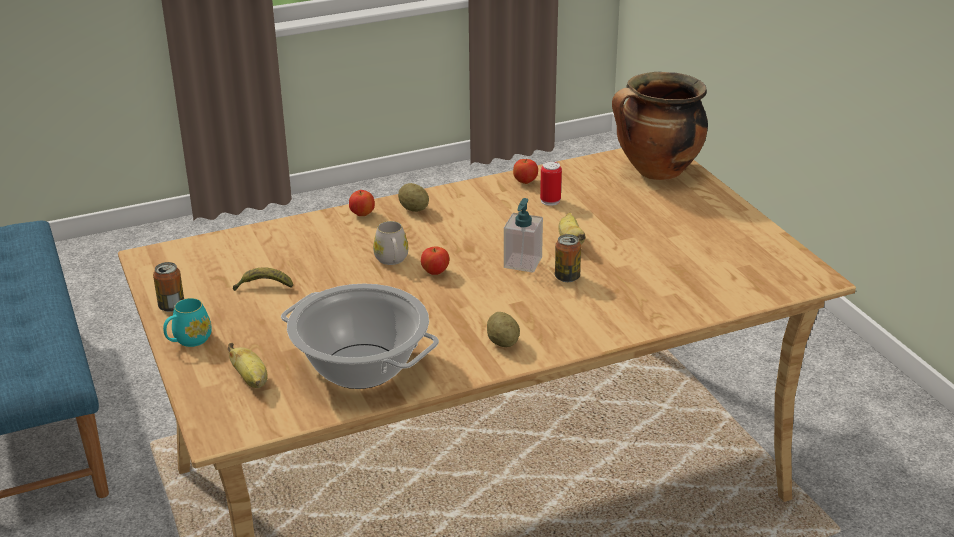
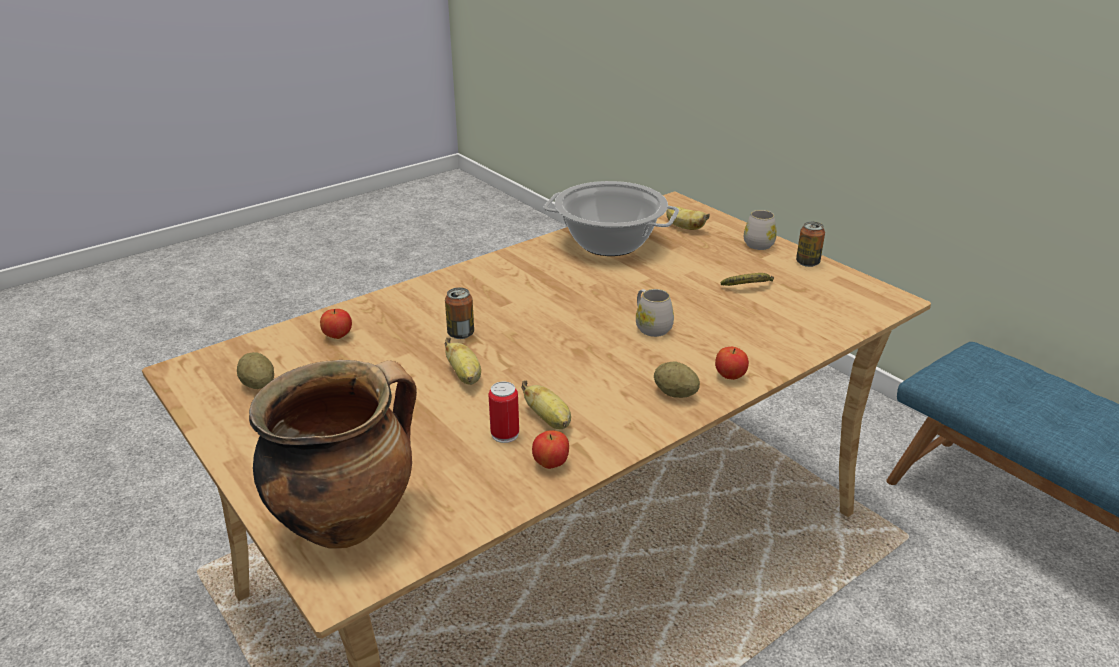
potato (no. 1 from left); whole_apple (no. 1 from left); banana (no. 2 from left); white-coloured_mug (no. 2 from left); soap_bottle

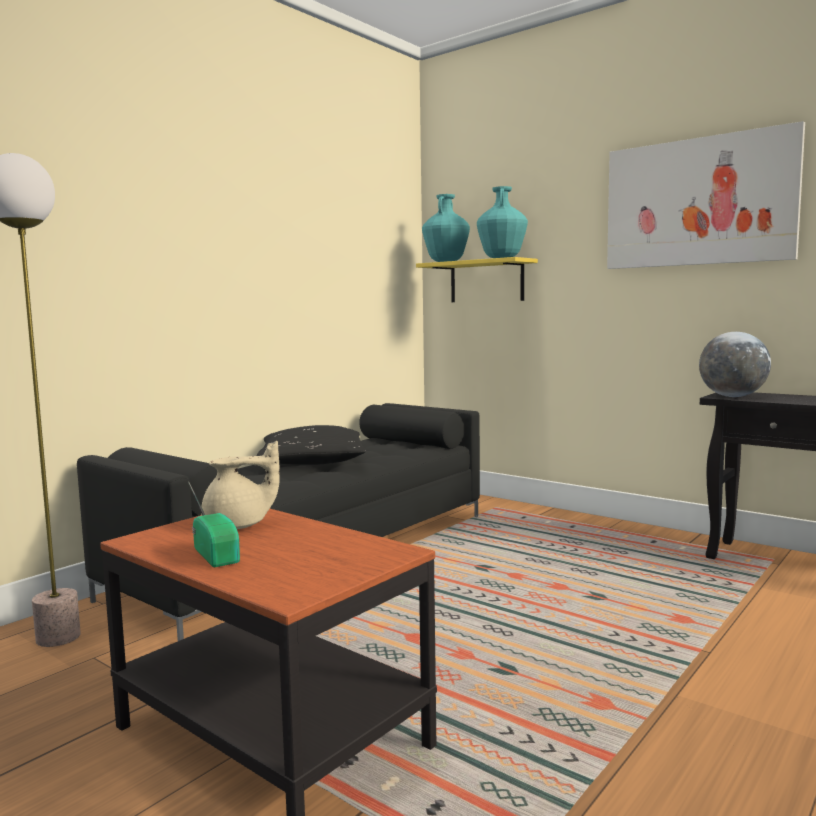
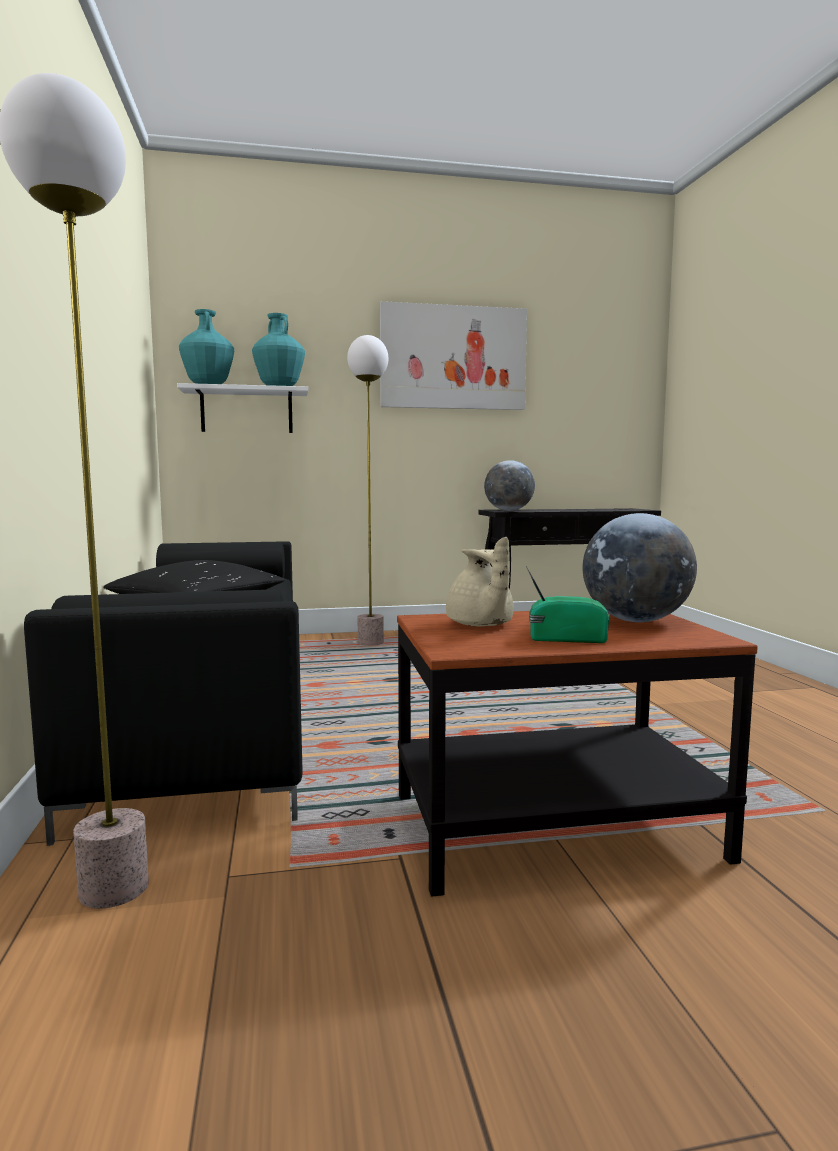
white-coloured_bracket_shelf; standing_lamp (no. 2 from left); beige-coloured_teapot; world_globe (no. 2 from left)

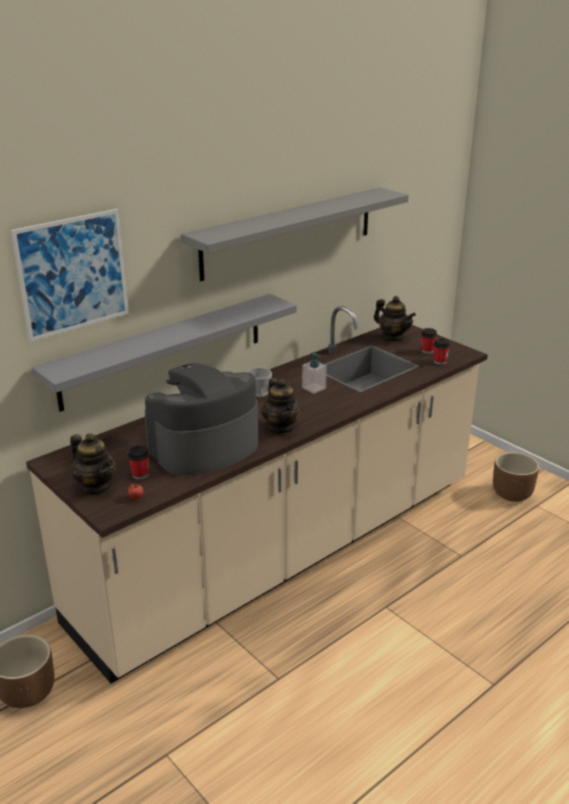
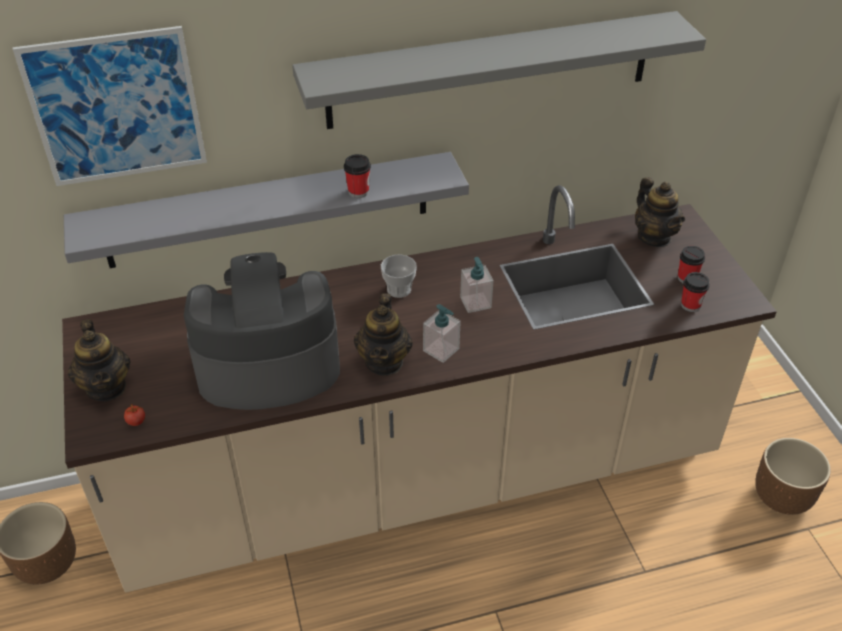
drinking_cup (no. 1 from left); soap_bottle (no. 1 from left)

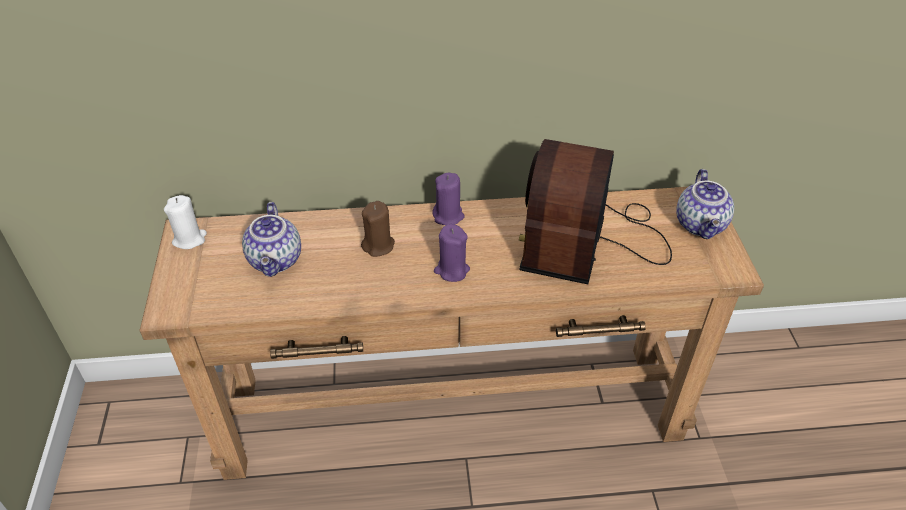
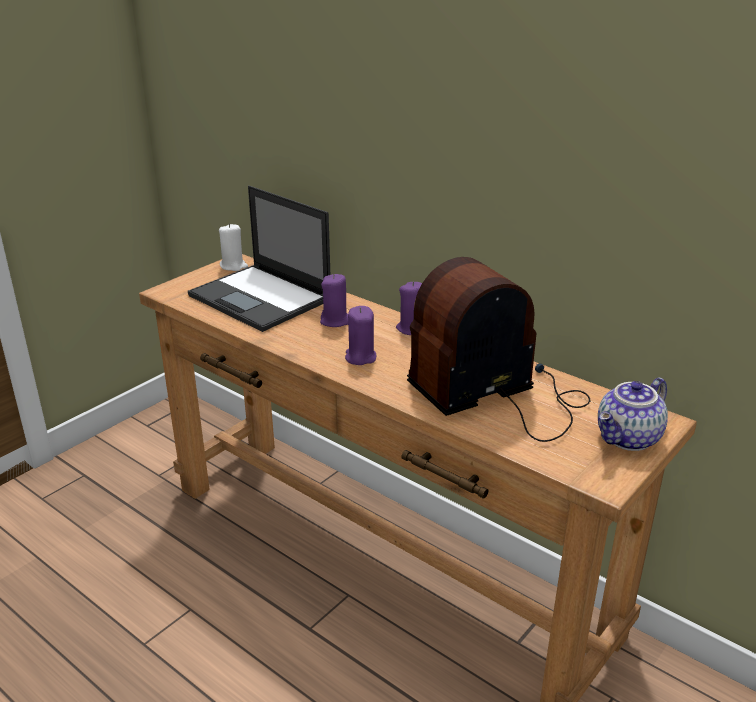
laptop; purple_candle (no. 1 from left)

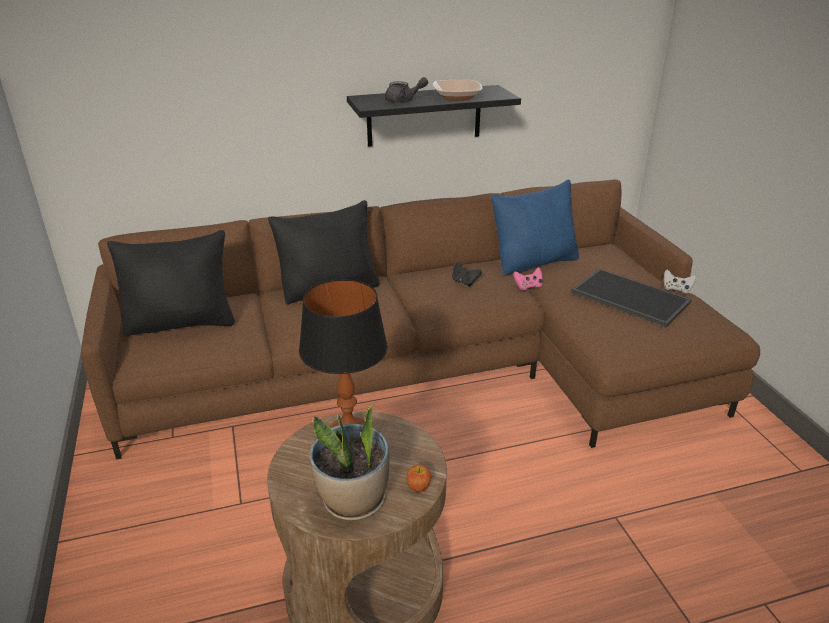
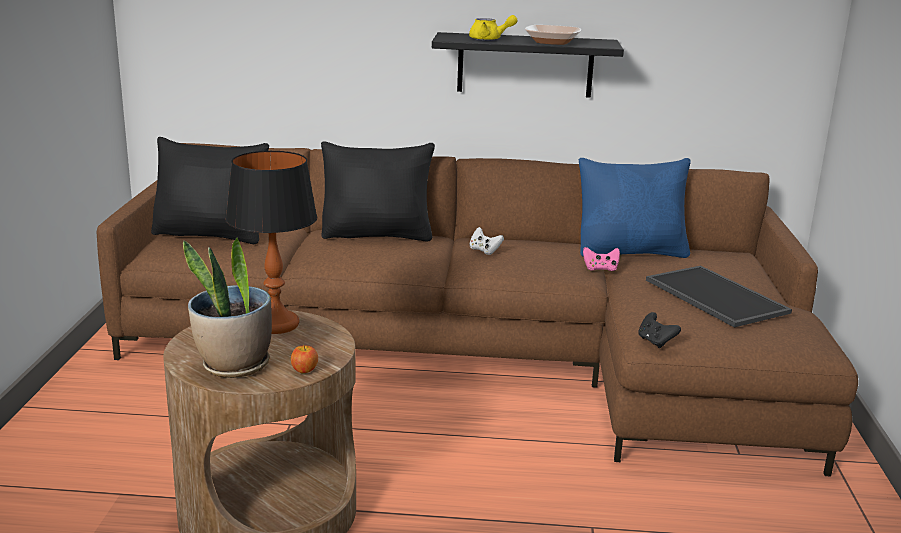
yellowish_teapot; white-coloured_game_controller; blackish_game_controller

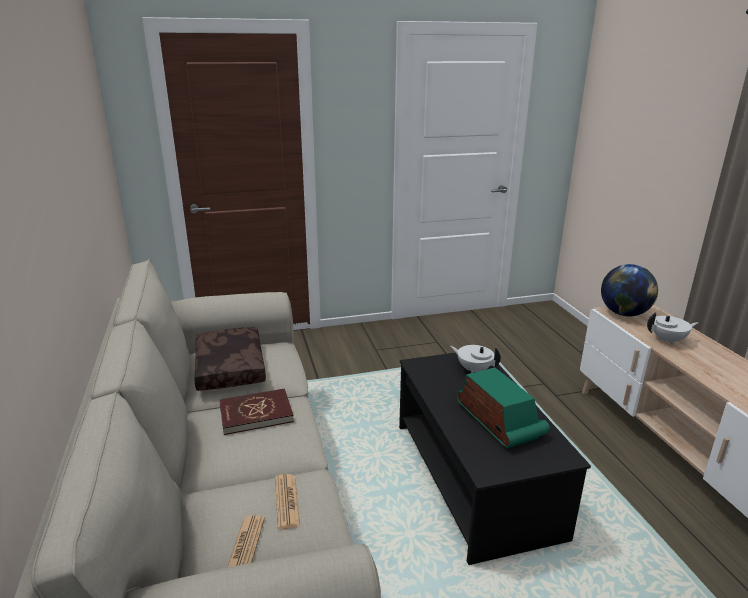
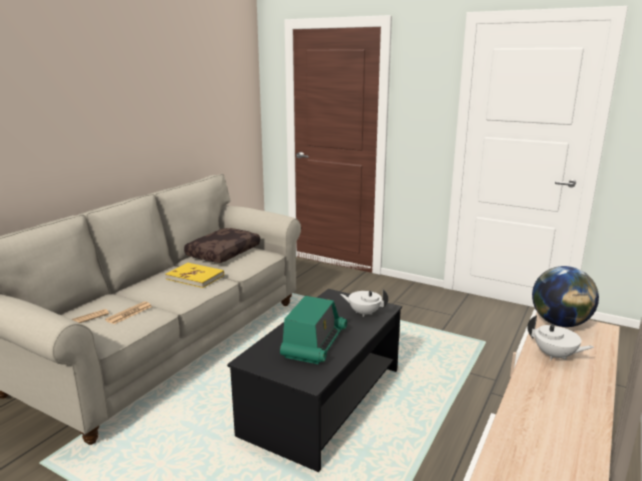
yellowish_book; white-coloured_teapot (no. 1 from left)

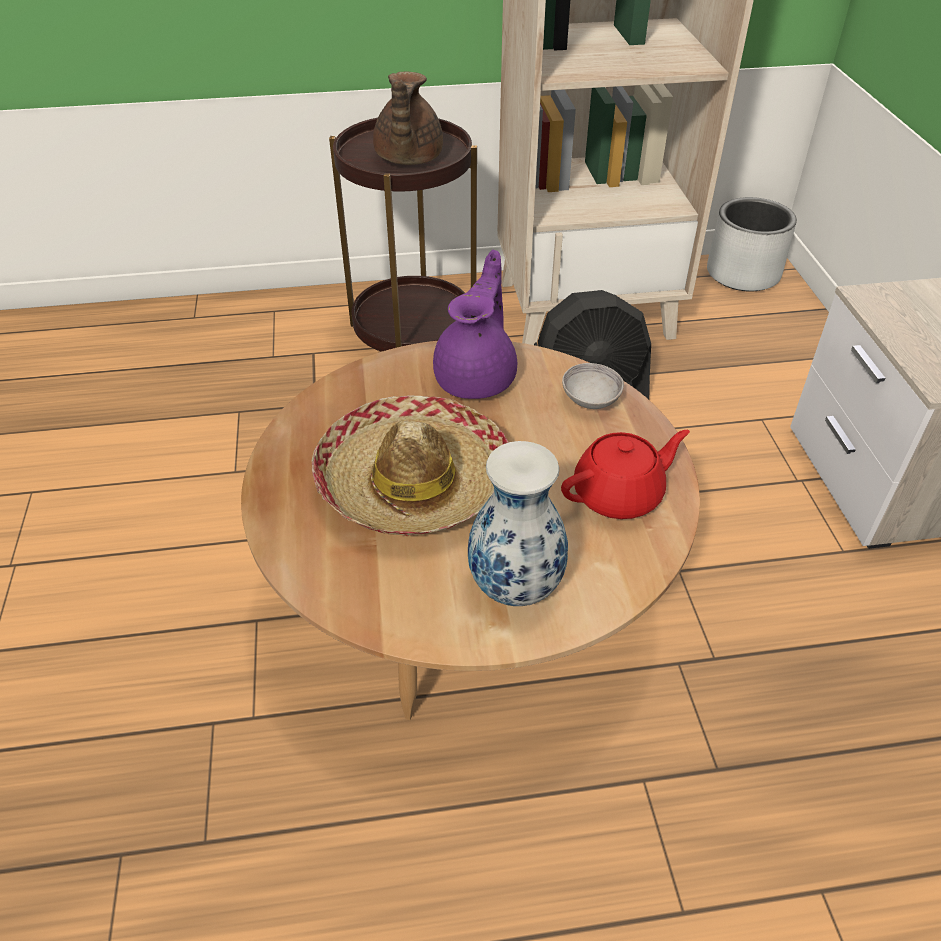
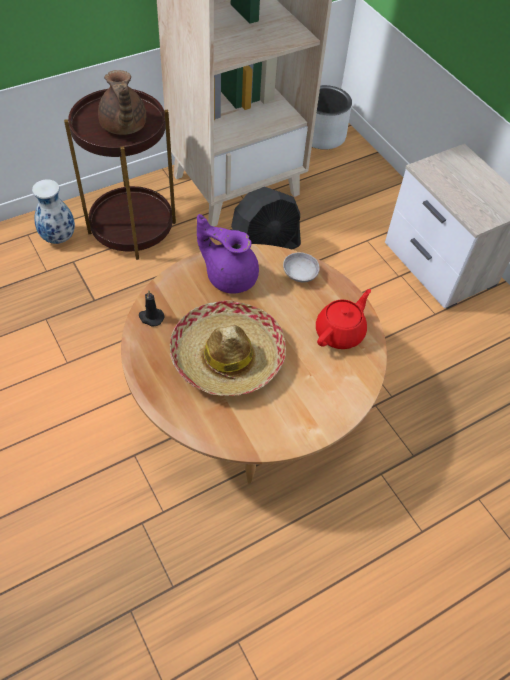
flower_vase; blackish_candle; purple_teapot

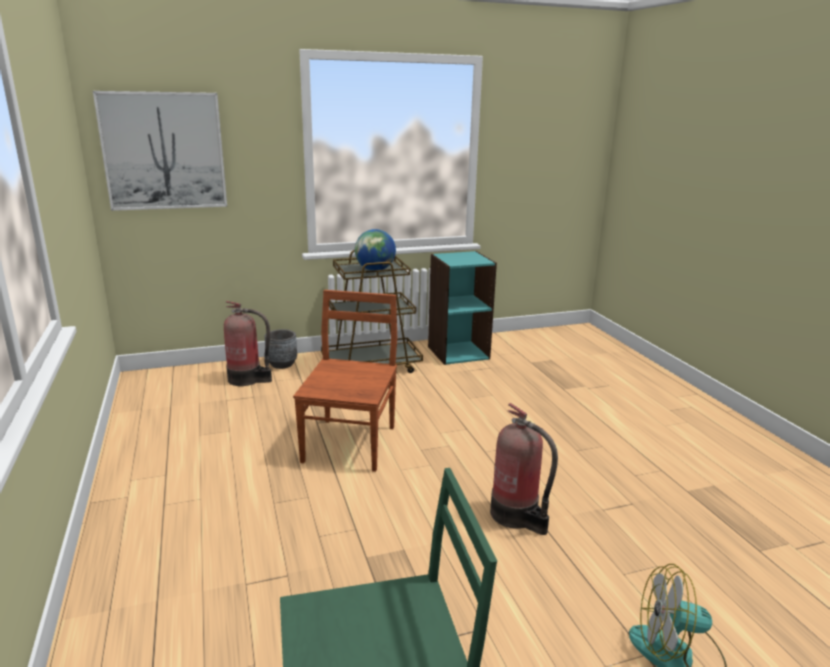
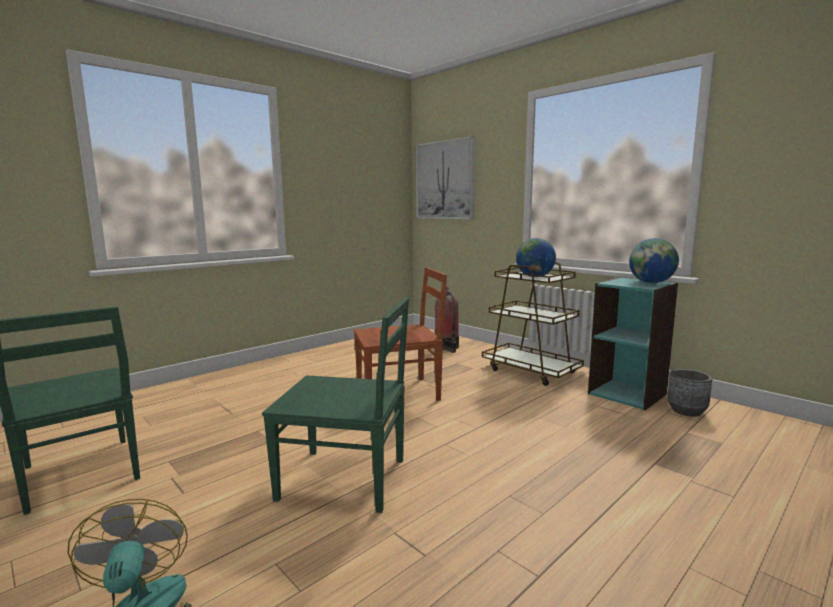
green-coloured_plain_chair (no. 2 from left); world_globe (no. 2 from left); gray_flower_pot

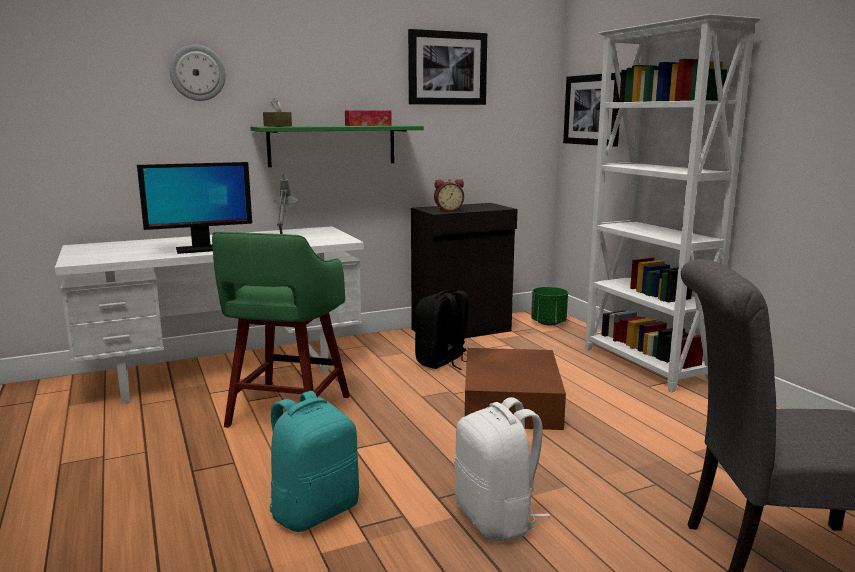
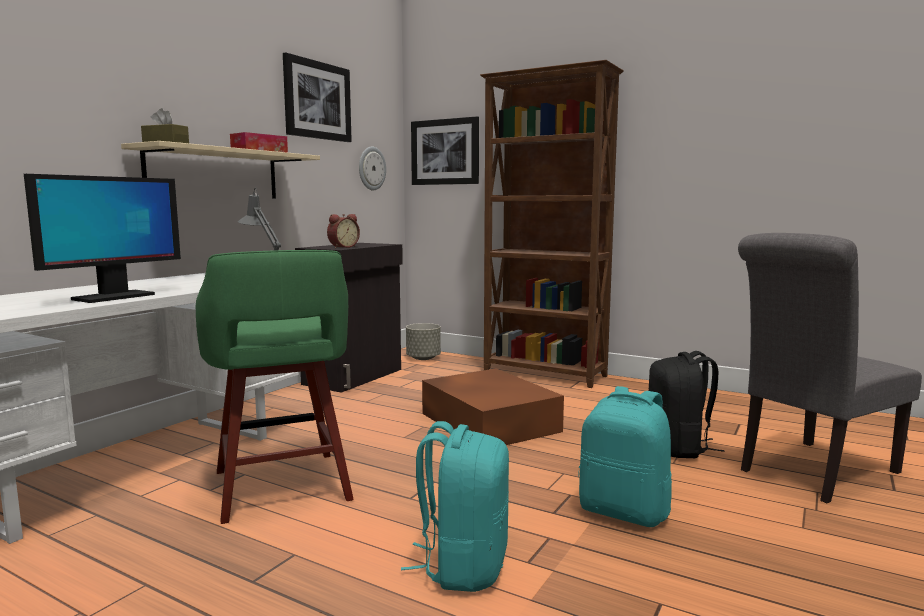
beige-coloured_bracket_shelf; wall_clock; gray_flower_pot; brownish_bookshelf; turquoise-coloured_rucksack (no. 2 from left); blackish_rucksack

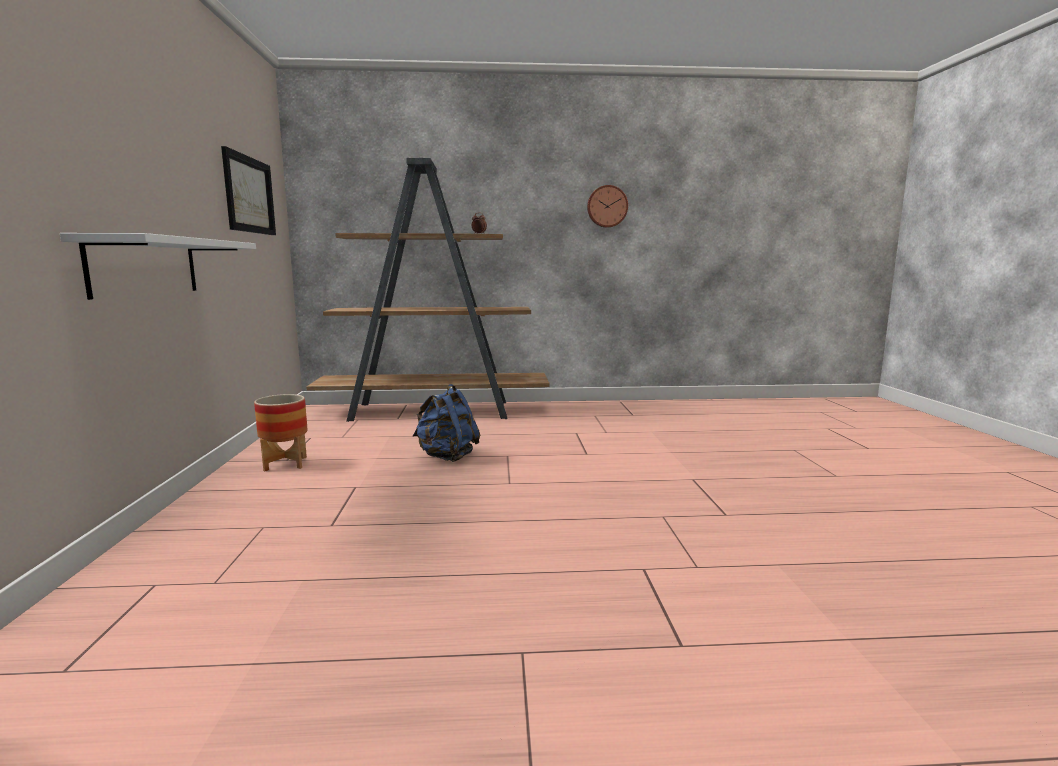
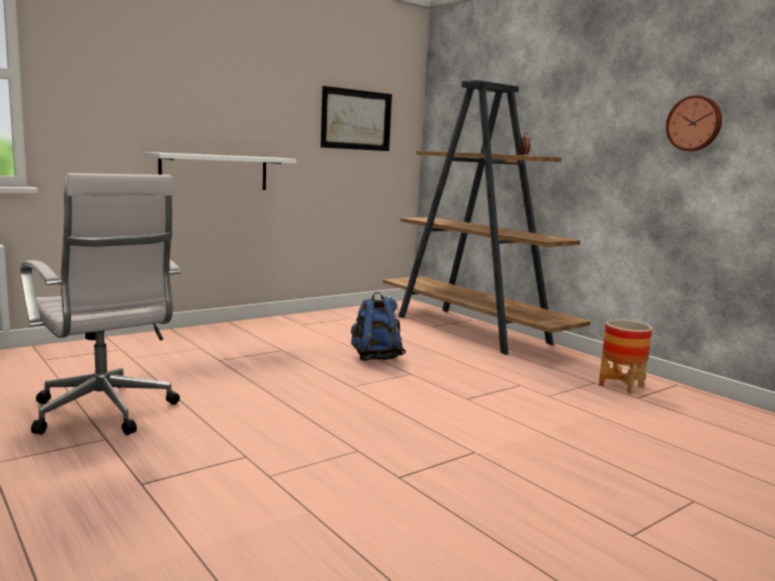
white-coloured_desk_chair; flower_pot

